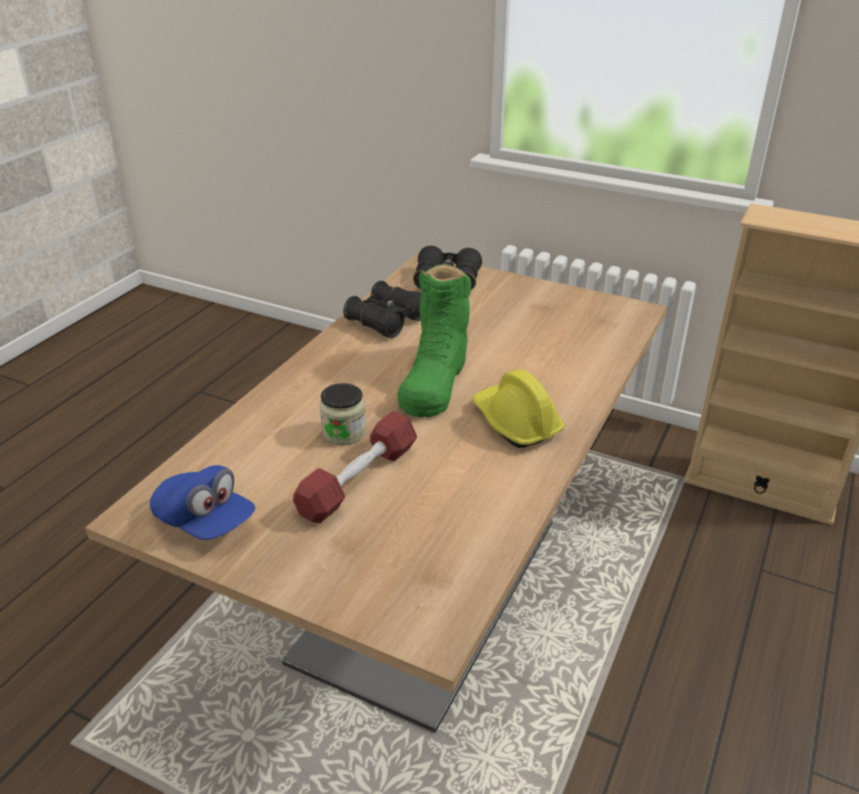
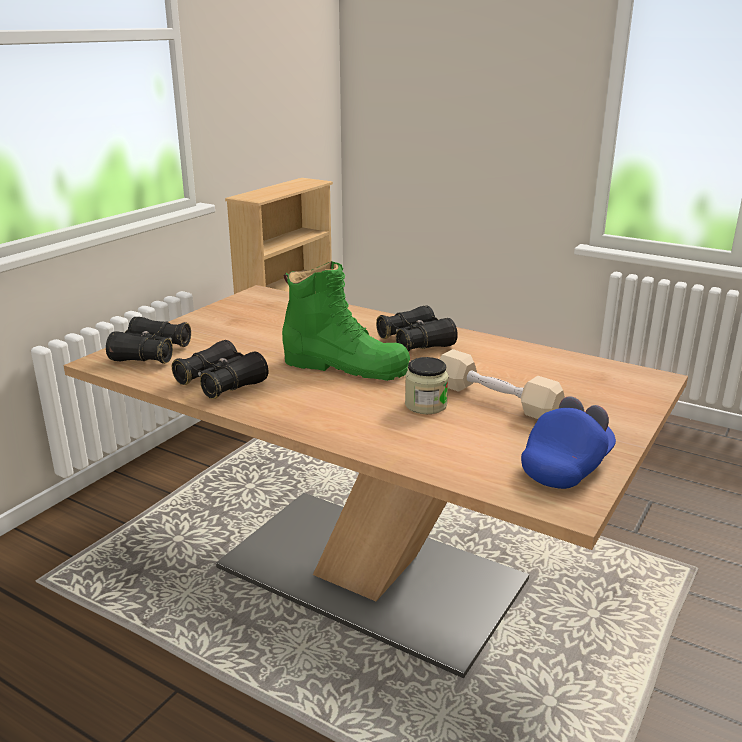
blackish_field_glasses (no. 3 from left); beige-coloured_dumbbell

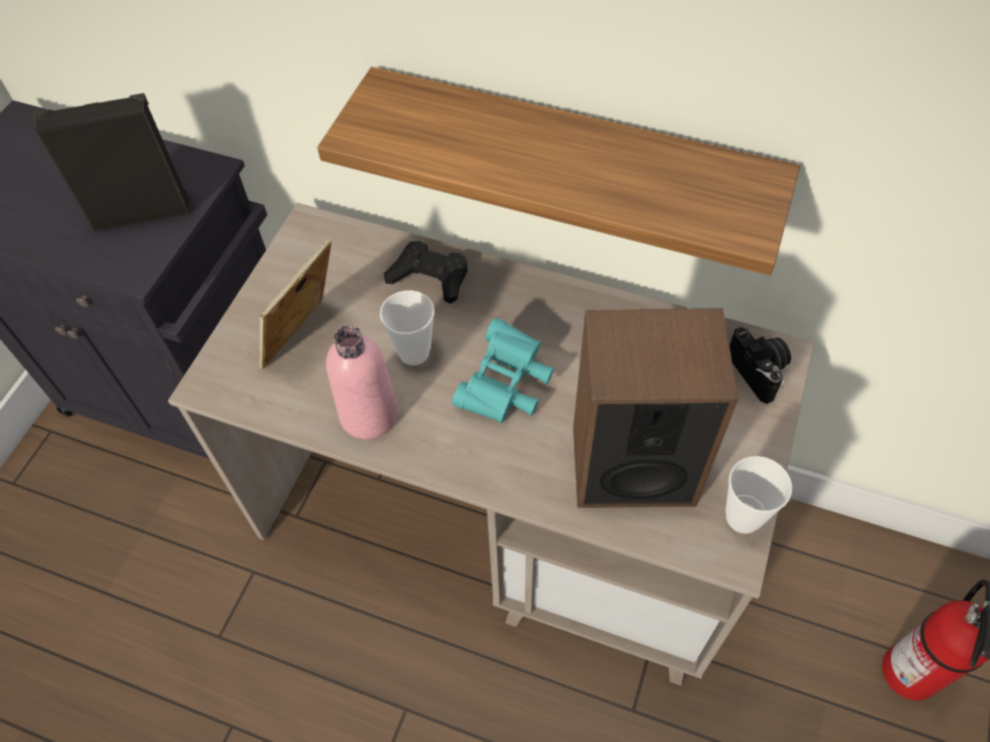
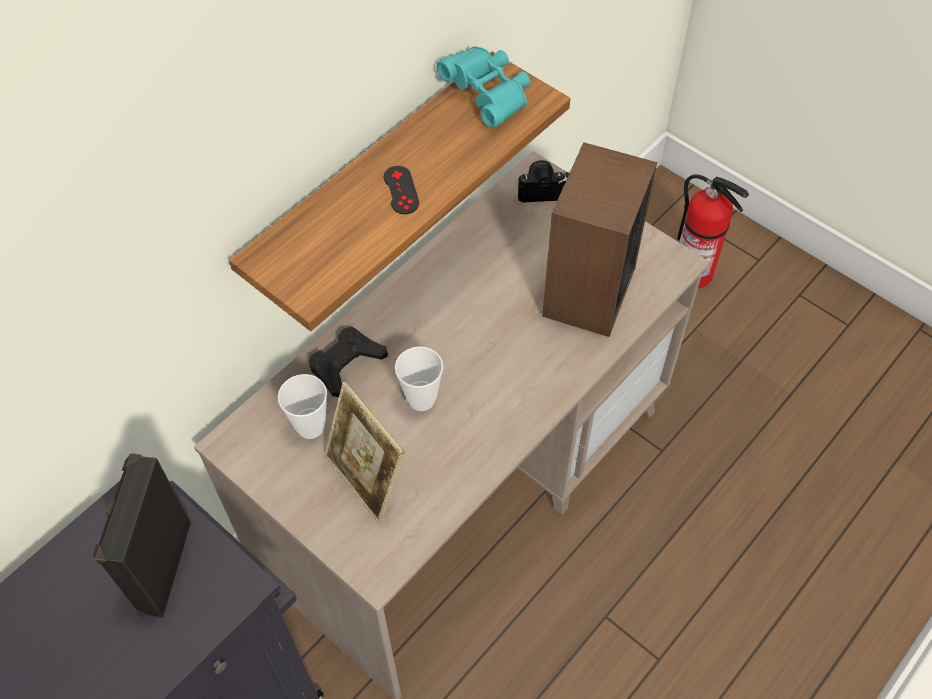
drinking_cup (no. 1 from left); blackish_game_controller (no. 2 from left); turquoise-coloured_field_glasses; pink-coloured_beverage_bottle

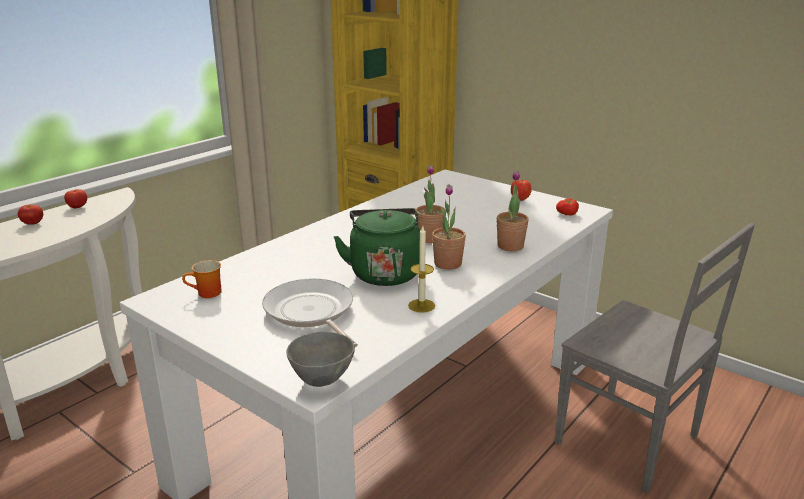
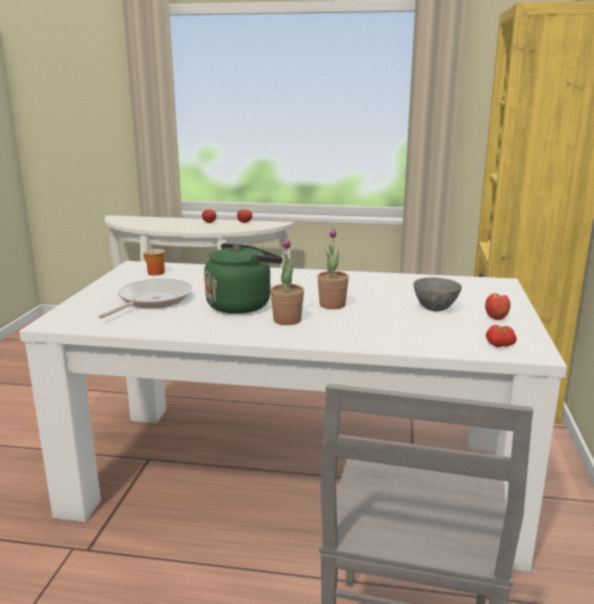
gray_deep_dish; candle; houseplant (no. 3 from left in the first image)

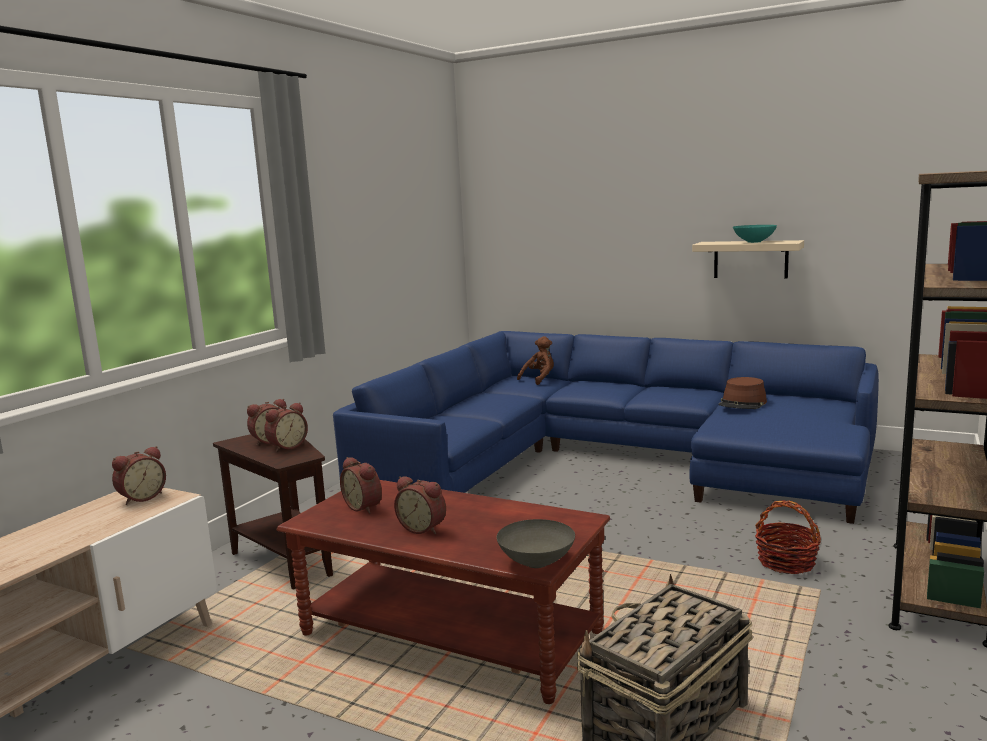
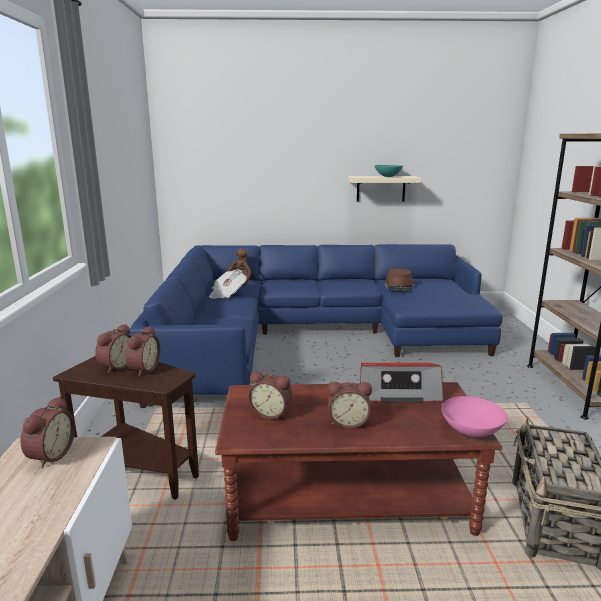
newspaper; radio; pink-coloured_deep_dish; storage_basket (no. 2 from left in the first image)

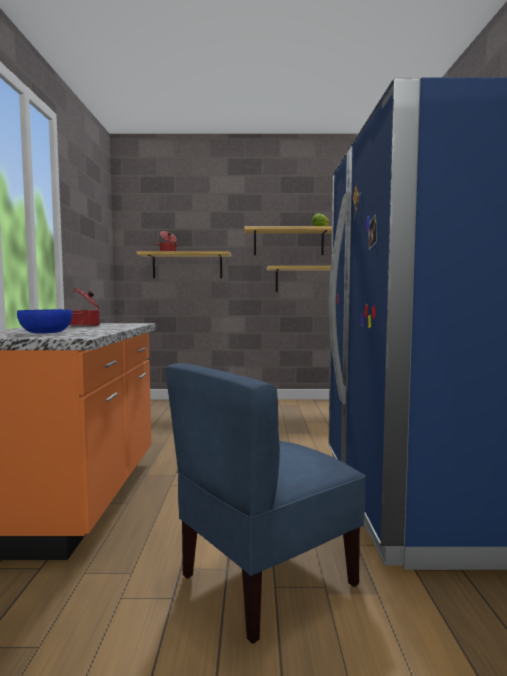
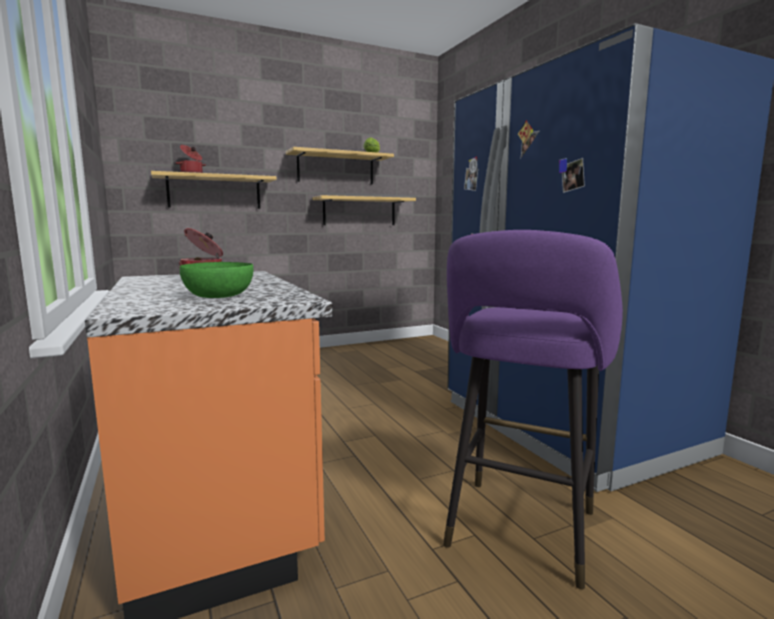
green-coloured_deep_dish; purple_stool

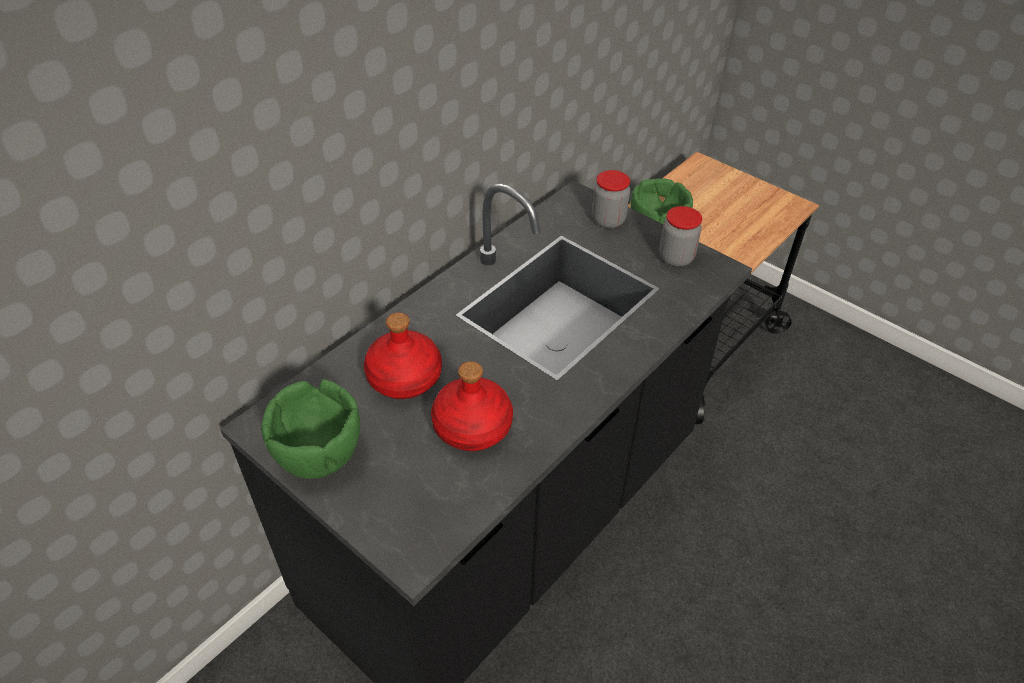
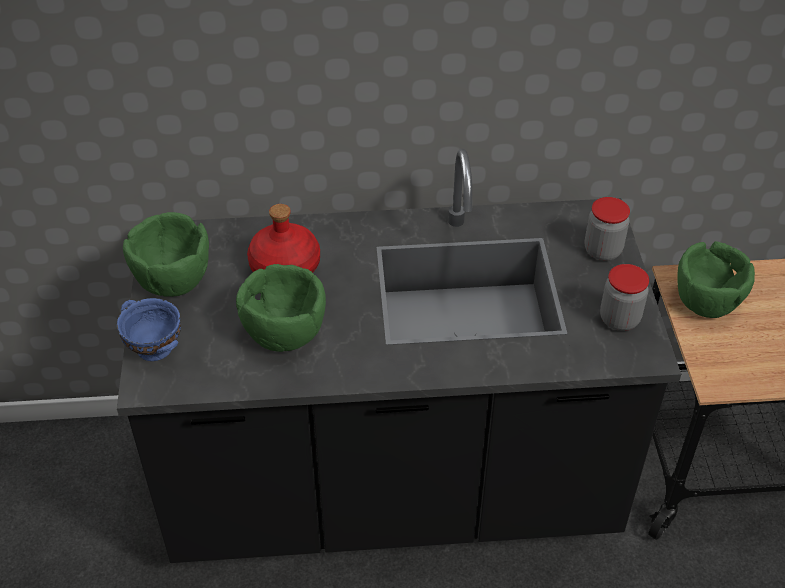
blue_deep_dish; green-coloured_deep_dish (no. 2 from left)

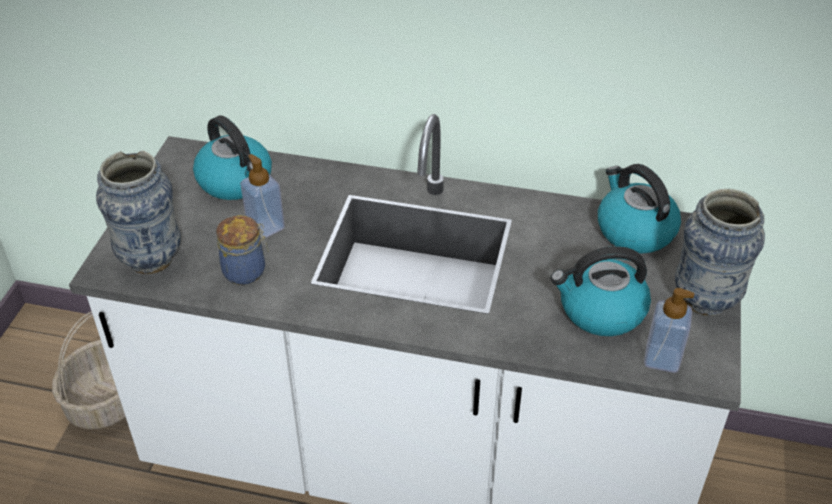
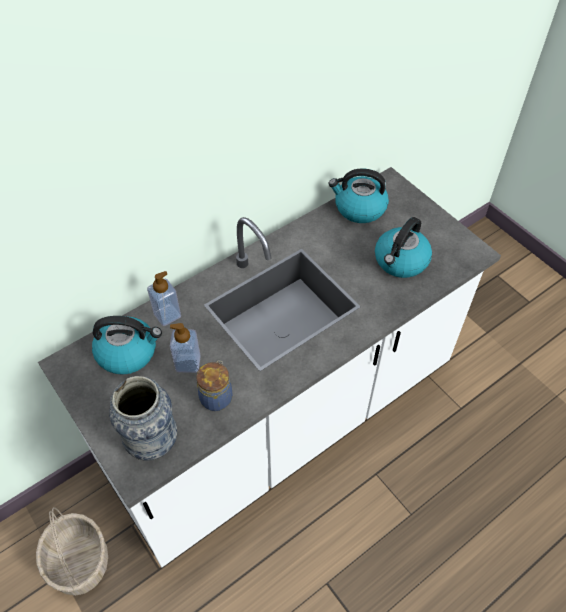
soap_bottle (no. 1 from left); flower_vase (no. 2 from left in the first image)

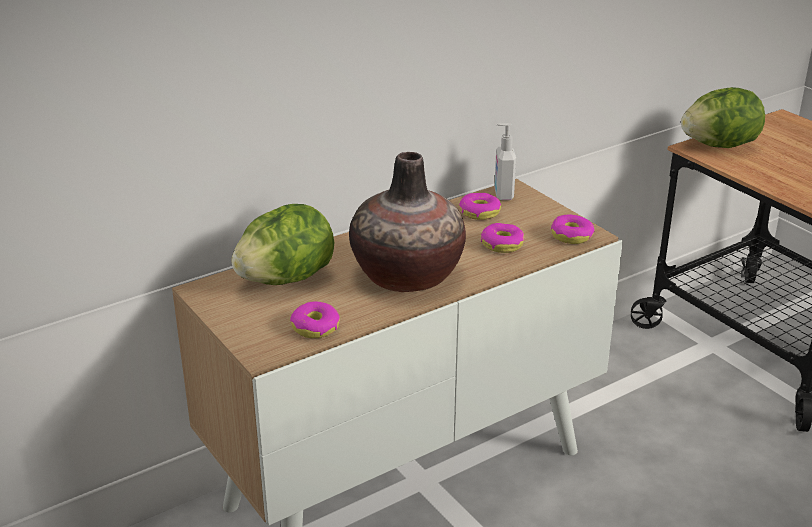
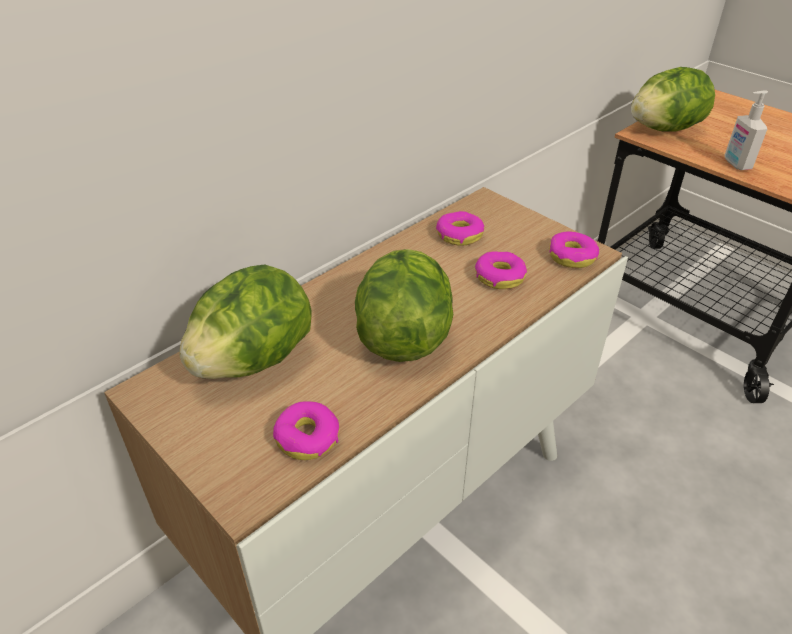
head_of_lettuce (no. 2 from left); soap_bottle

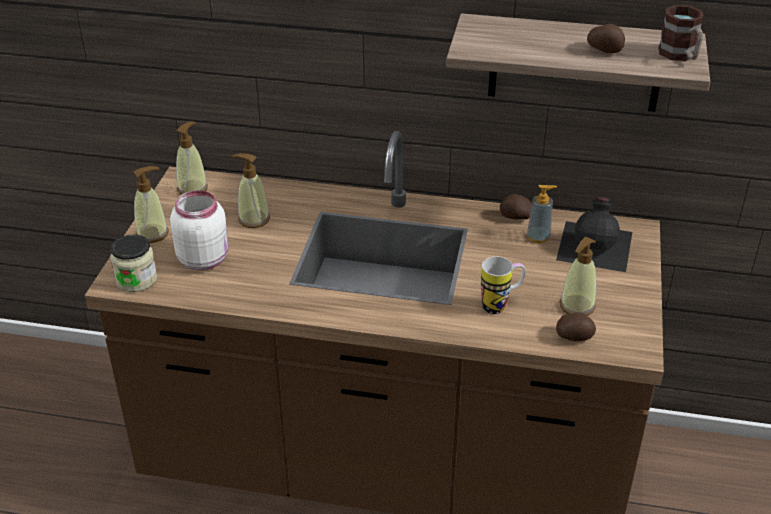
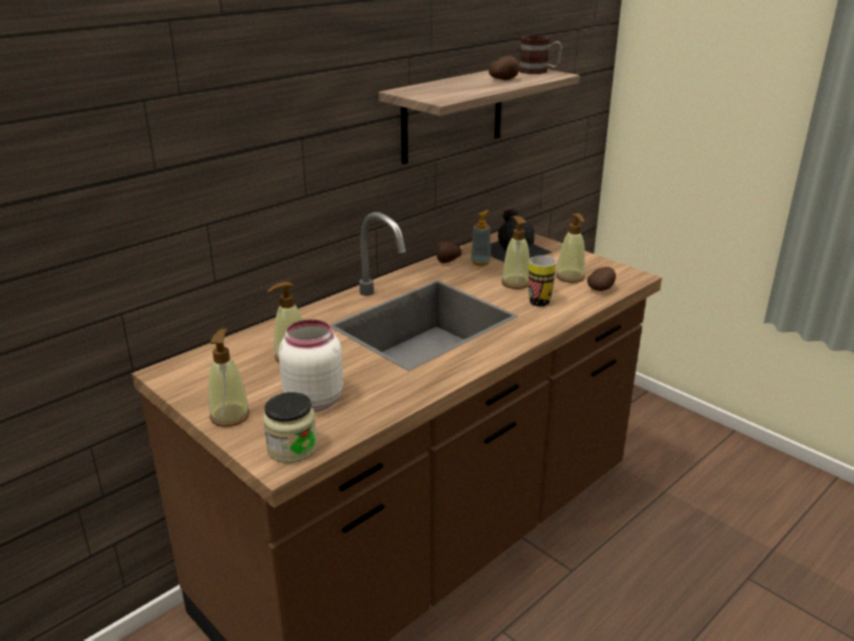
soap_bottle (no. 4 from left)

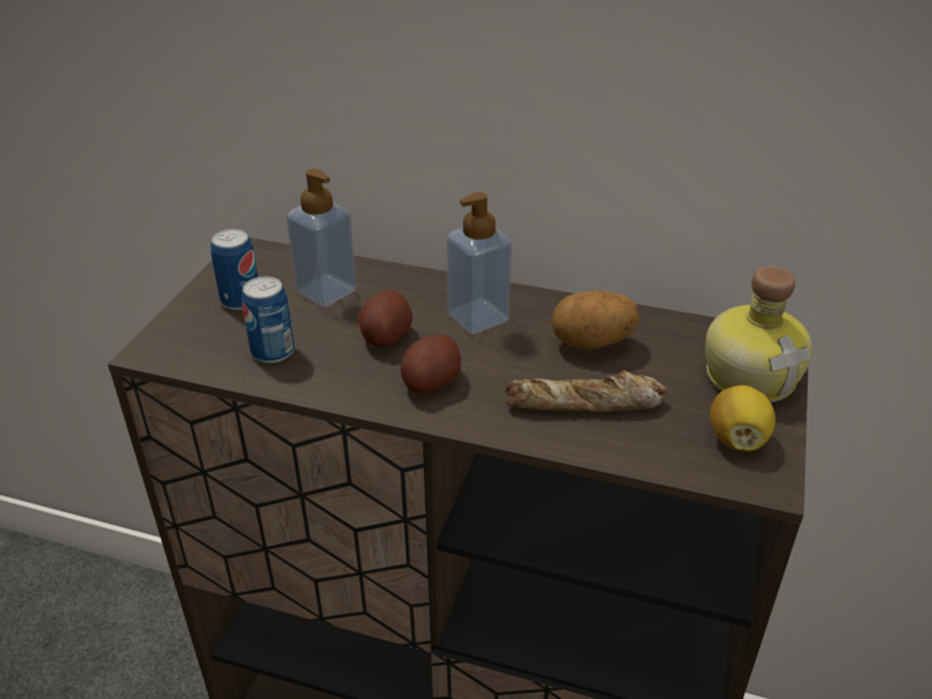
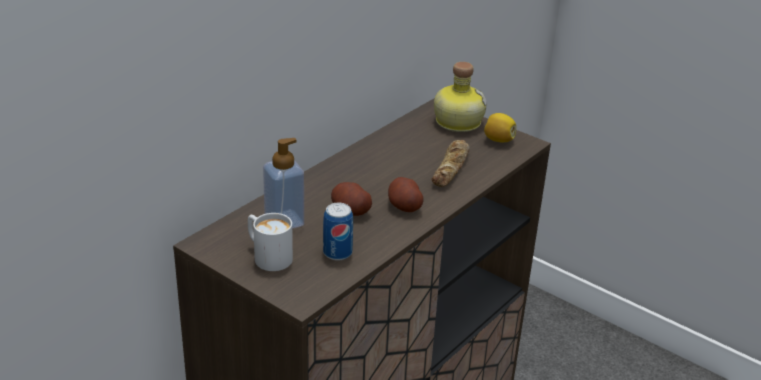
white-coloured_mug; soap_bottle (no. 2 from left in the first image); potato (no. 3 from left in the first image)

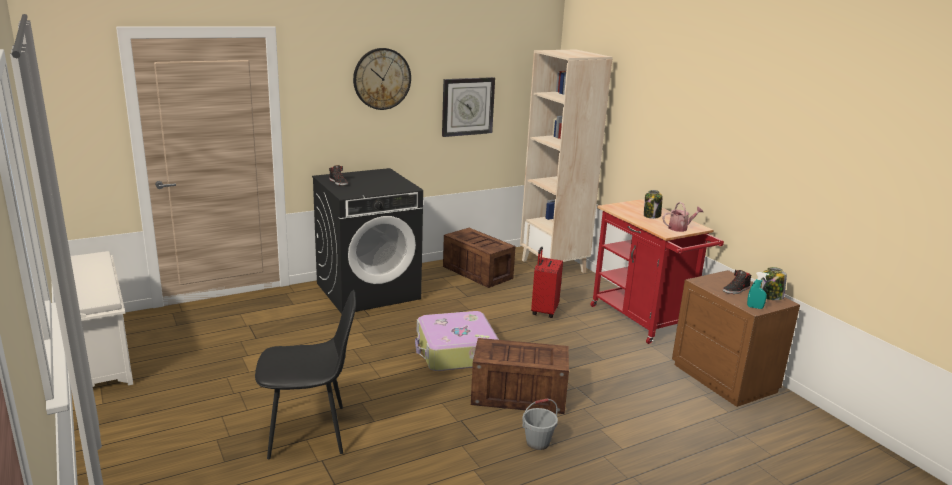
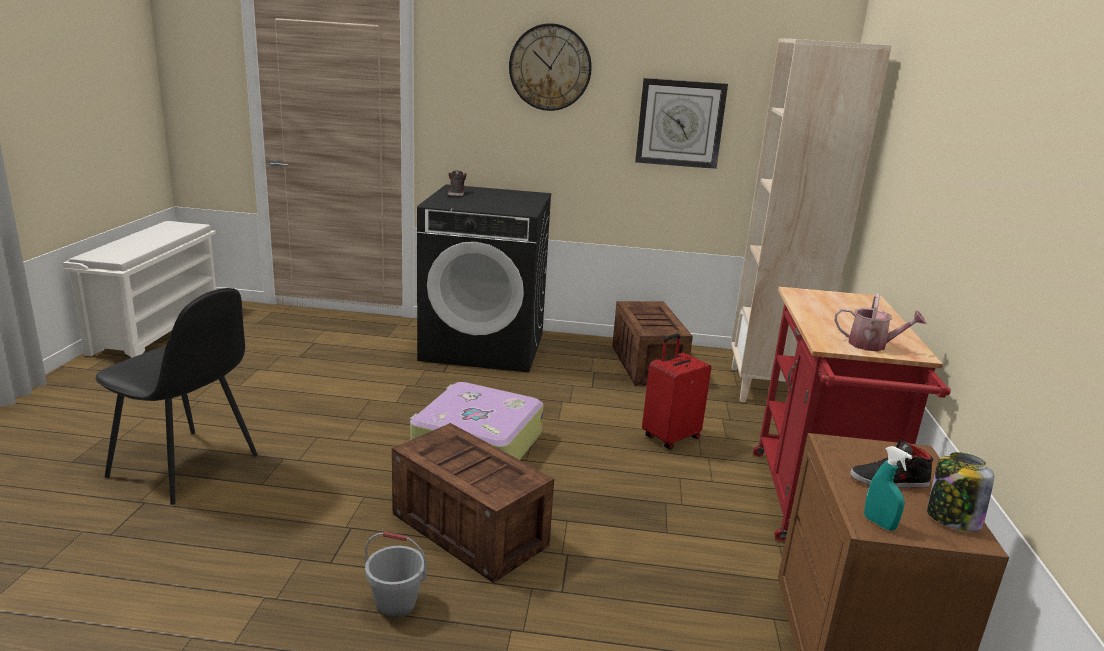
storage_jar (no. 1 from left in the first image)

